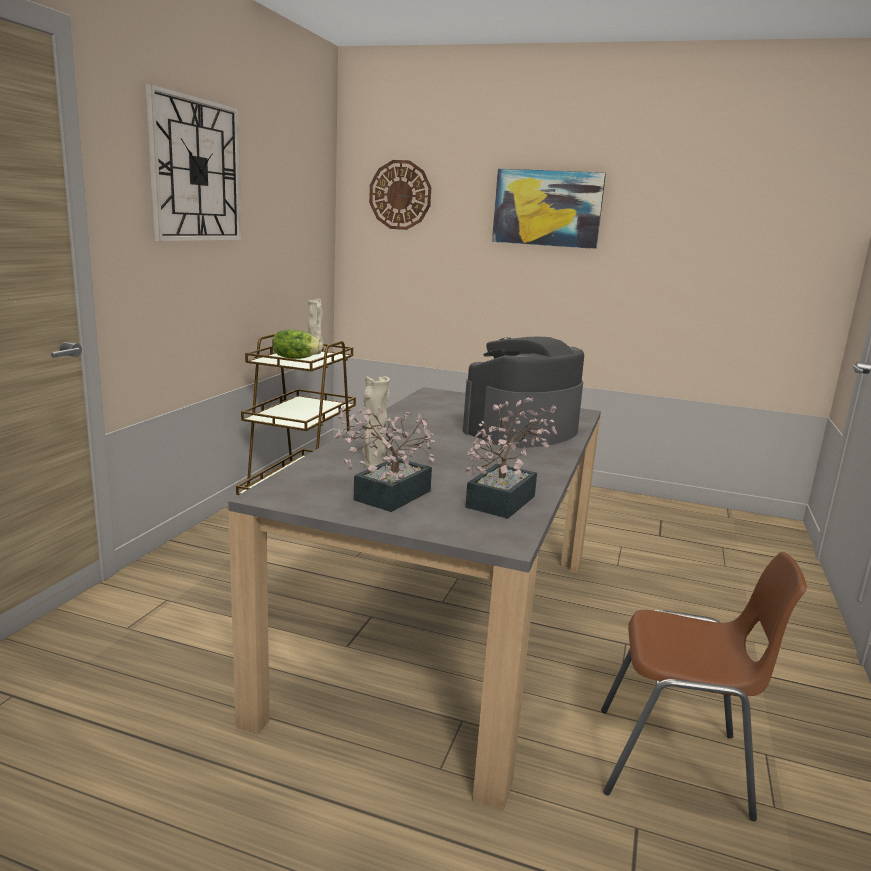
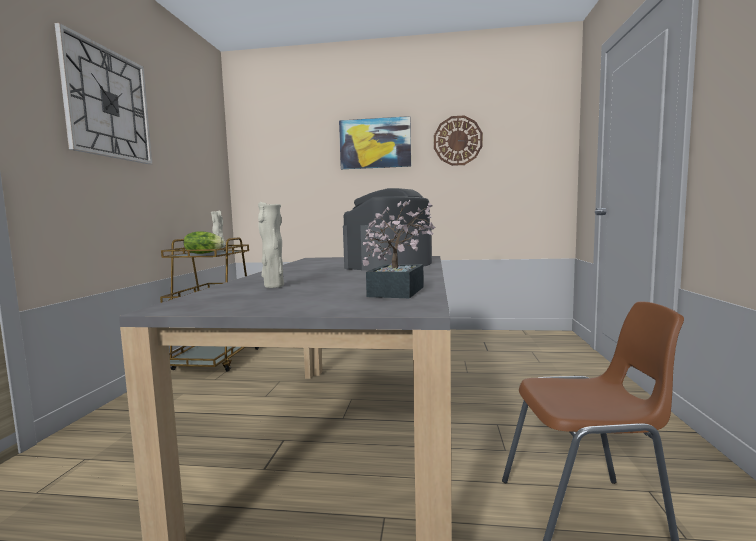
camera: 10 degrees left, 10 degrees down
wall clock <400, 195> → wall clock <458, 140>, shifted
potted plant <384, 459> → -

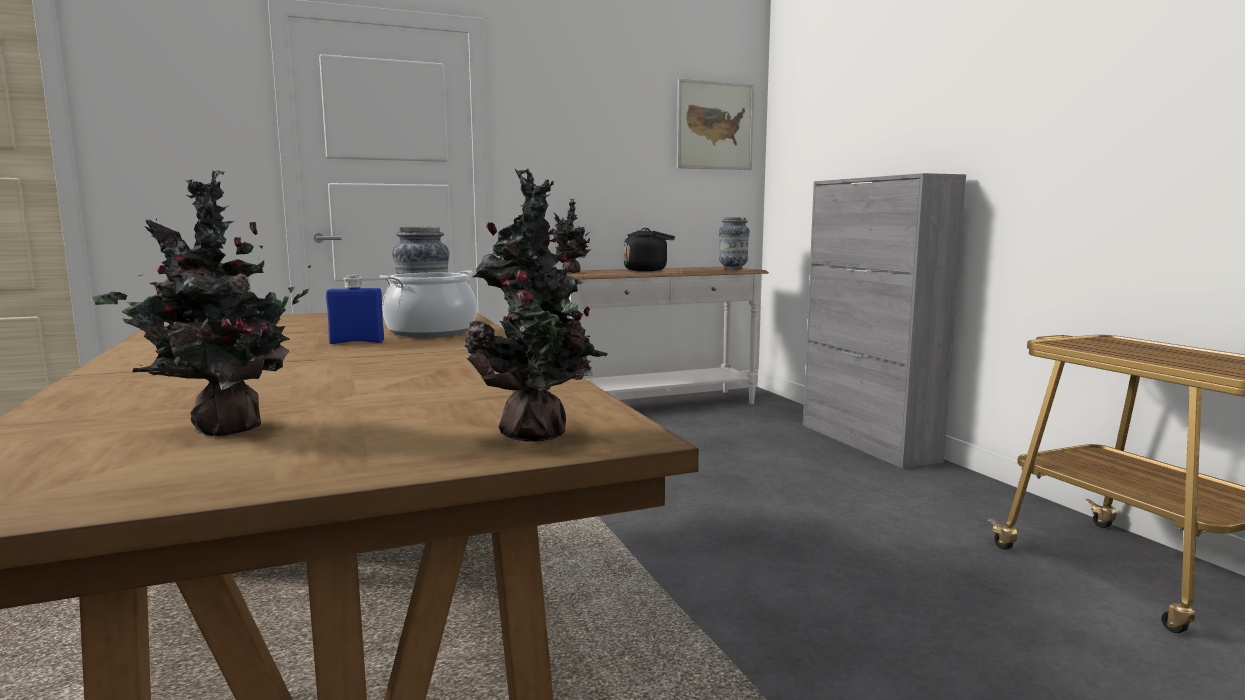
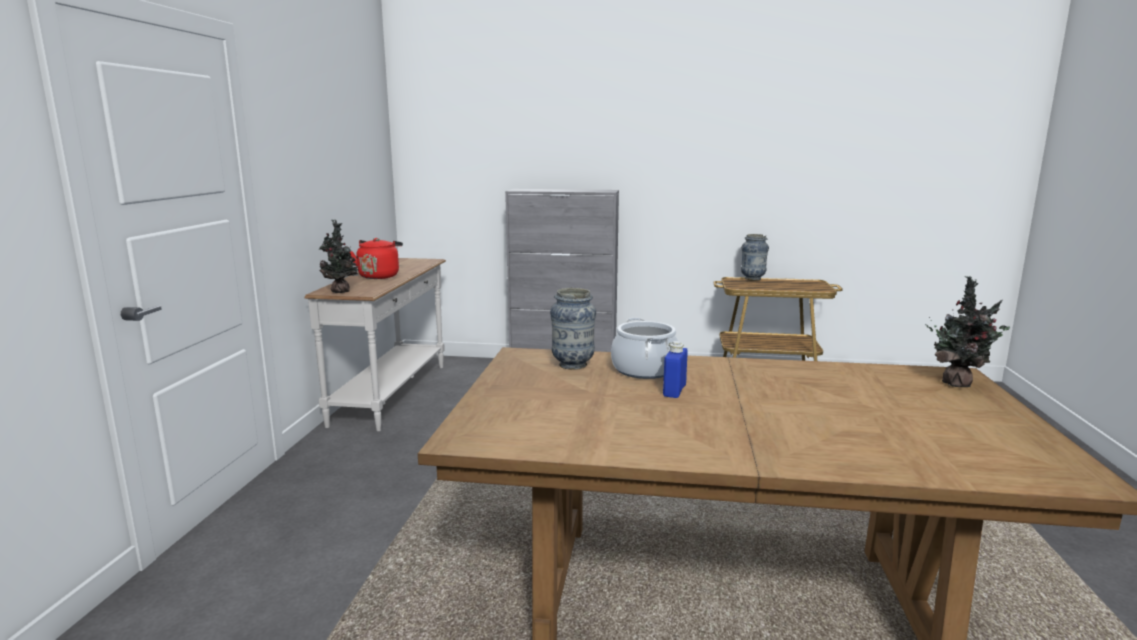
camera: 60 degrees left, 5 degrees up
picture <715, 124> → -
potted plant <201, 303> → -
vase <734, 243> → vase <755, 257>, shifted
black kettle <649, 250> → red kettle <376, 258>

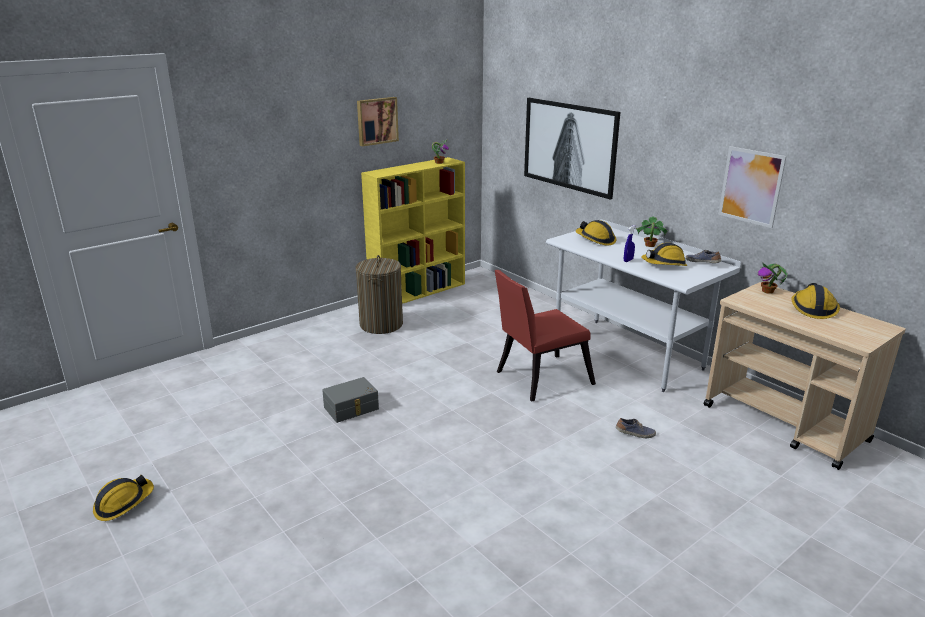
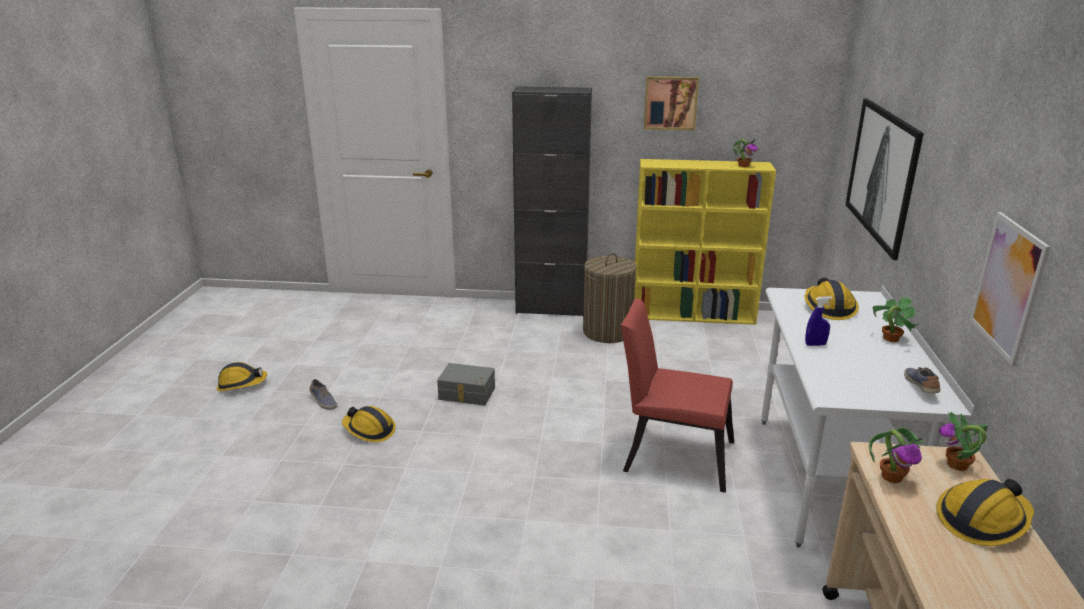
camera: 45 degrees right, 0 degrees up
hard hat <664, 254> → hard hat <369, 424>, shifted
shoe <636, 428> → shoe <323, 394>, shifted
- → black cabinet <552, 201>
- → potted plant <897, 455>

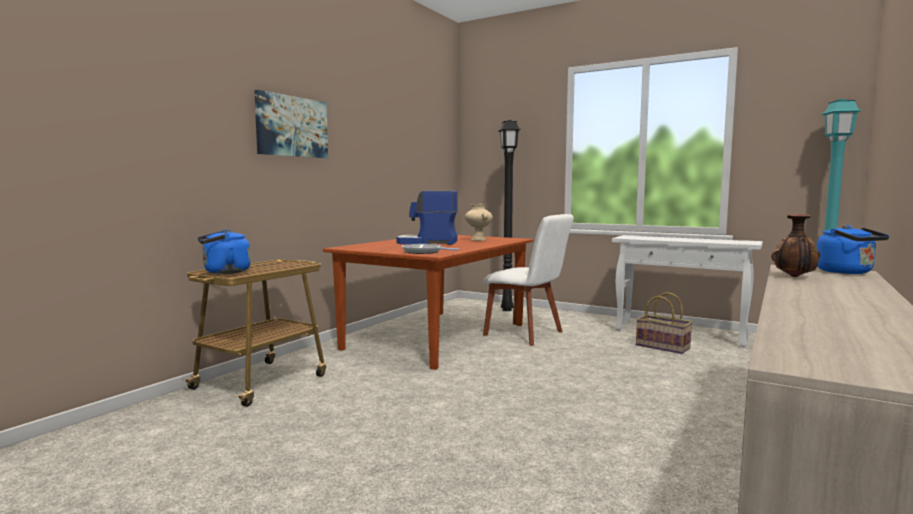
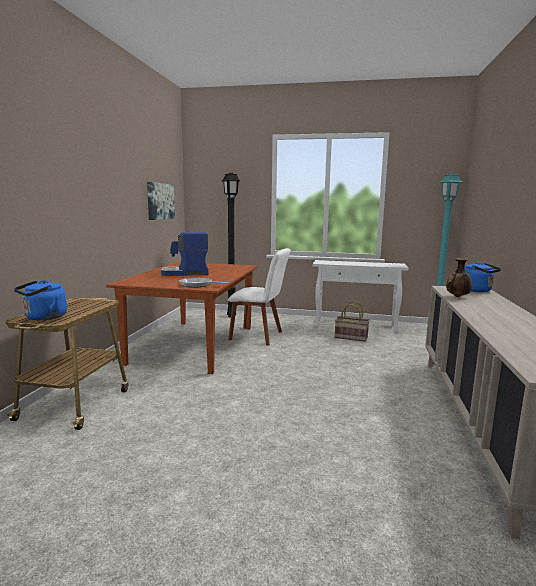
camera: 20 degrees left, 5 degrees up
picture <291, 124> → picture <161, 201>, shifted
beige vase <479, 222> → -

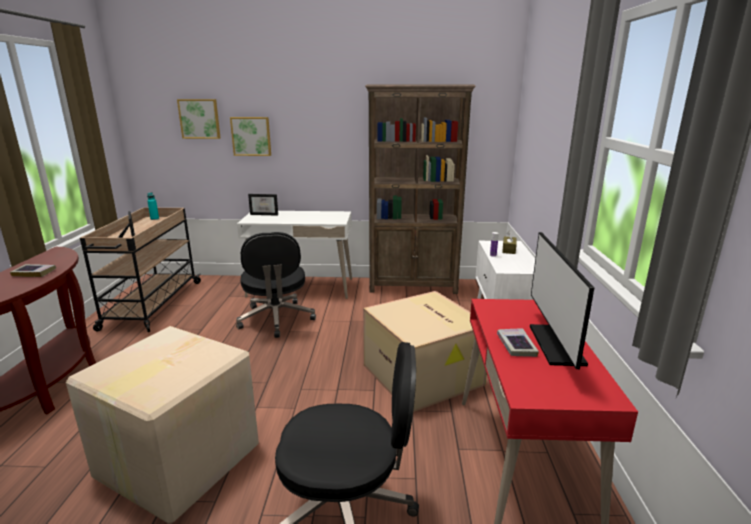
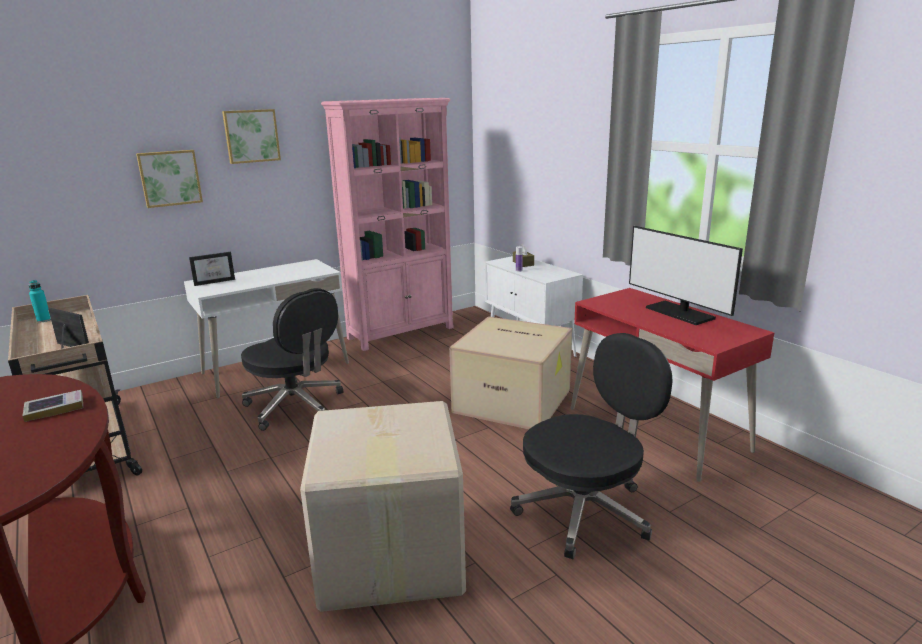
camera: 35 degrees left, 0 degrees up
brown bookcase <420, 189> → pink bookcase <387, 224>
picture <198, 119> → picture <251, 136>, shifted
book <518, 342> → -

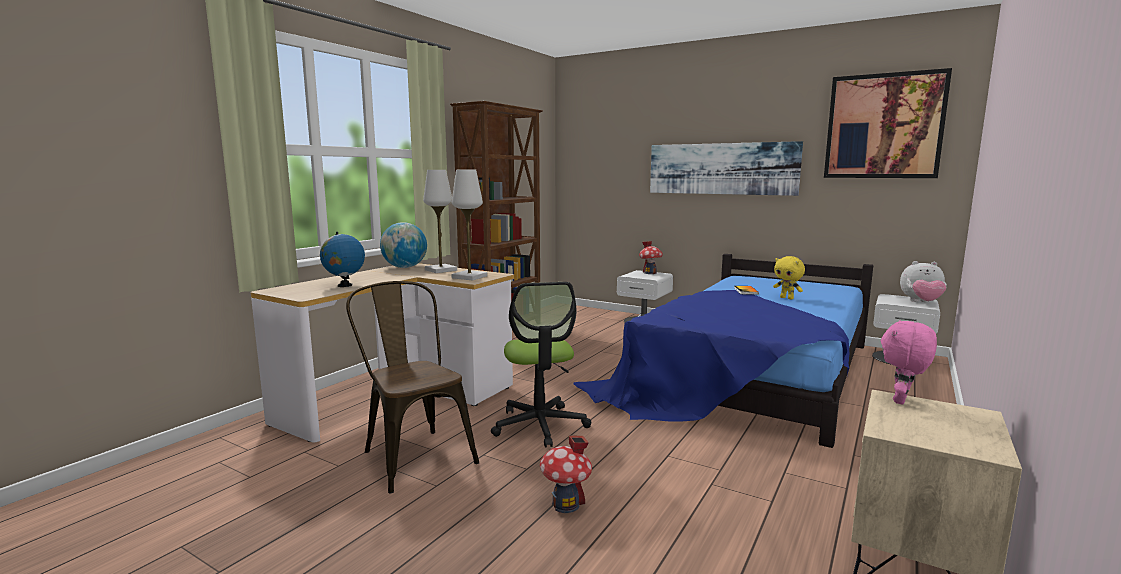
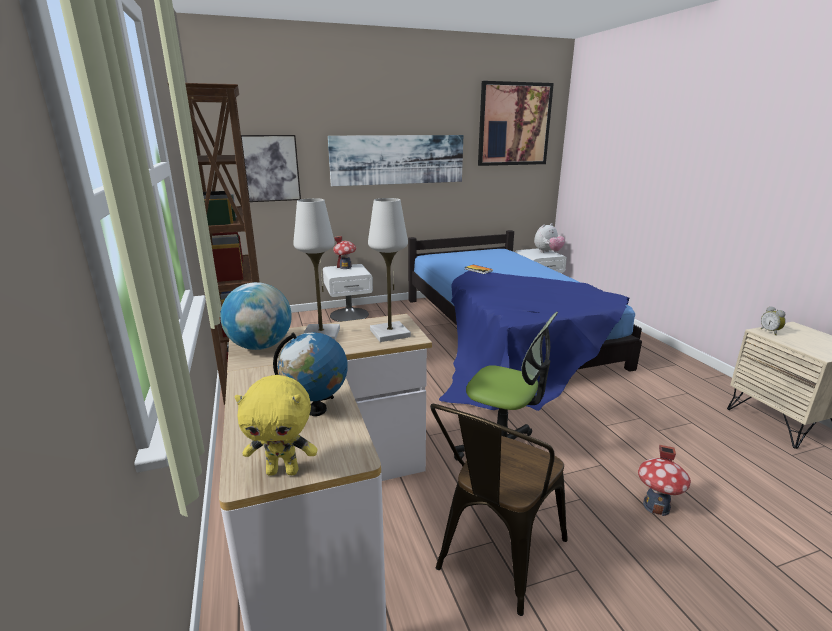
camera: 50 degrees left, 10 degrees up
yellow plush toy <789, 278> → yellow plush toy <276, 425>, shifted
brown chair <412, 387> → brown chair <499, 510>, 60 degrees counterclockwise
pink plush toy <909, 362> → alarm clock <773, 320>
- → picture <271, 168>

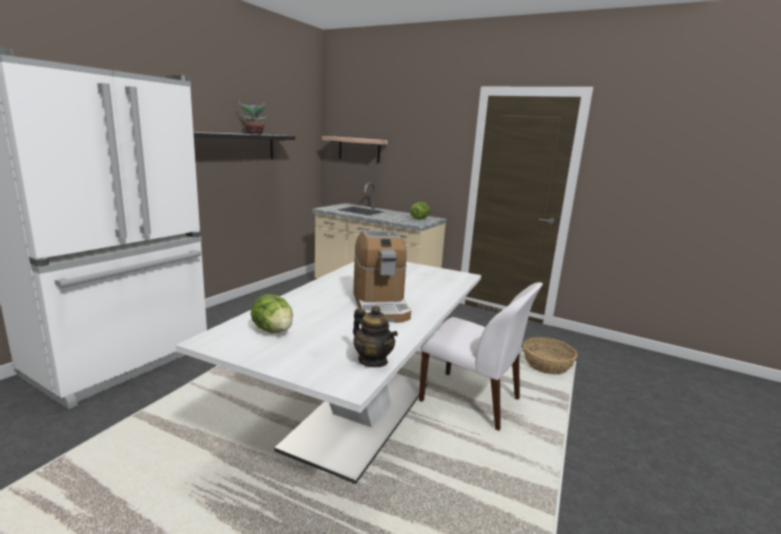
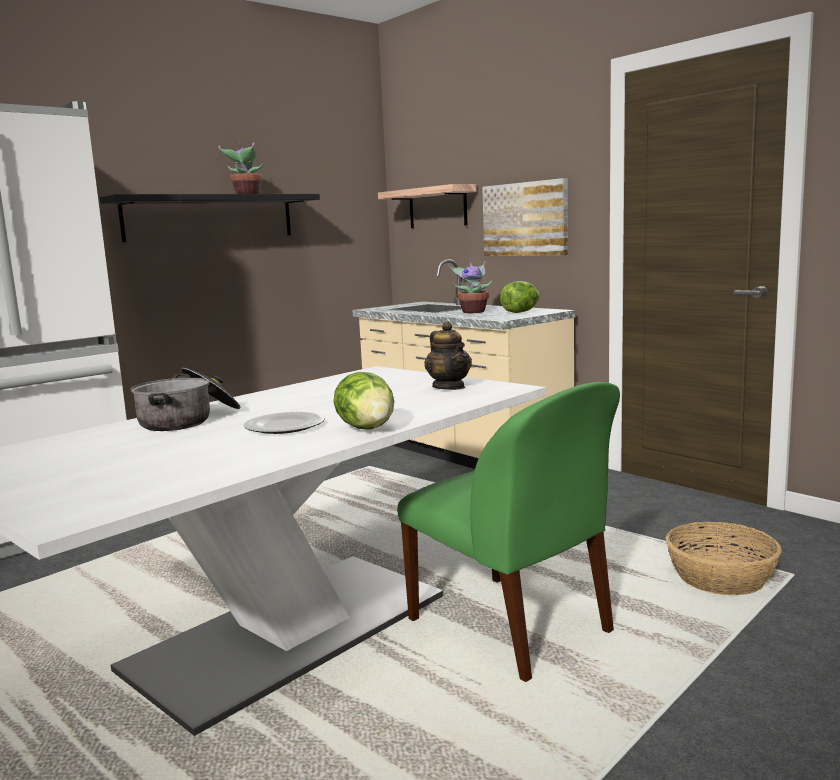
camera: 20 degrees right, 5 degrees down
coffee machine <382, 276> → plate <284, 423>
white chair <481, 356> → green chair <508, 532>
lettuce <272, 313> → lettuce <363, 401>, shifted
teapot <375, 336> → teapot <448, 355>, shifted
- → picture <525, 217>
- → potted plant <470, 285>
- → cooking pot <185, 399>

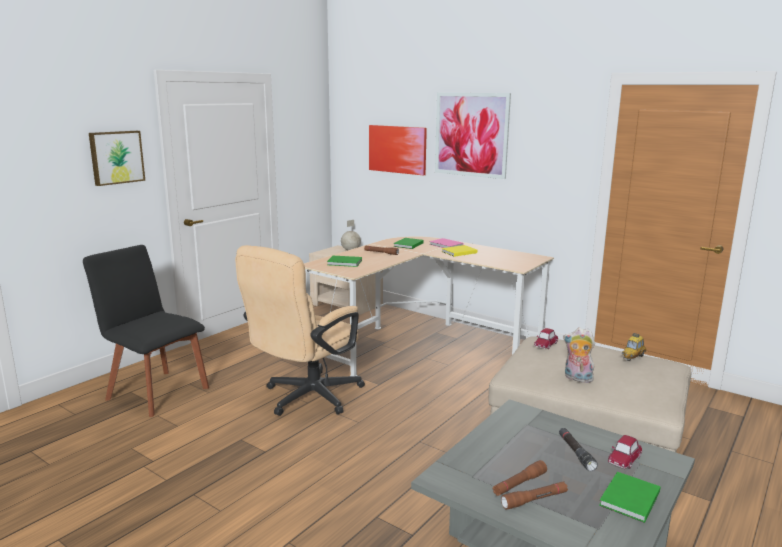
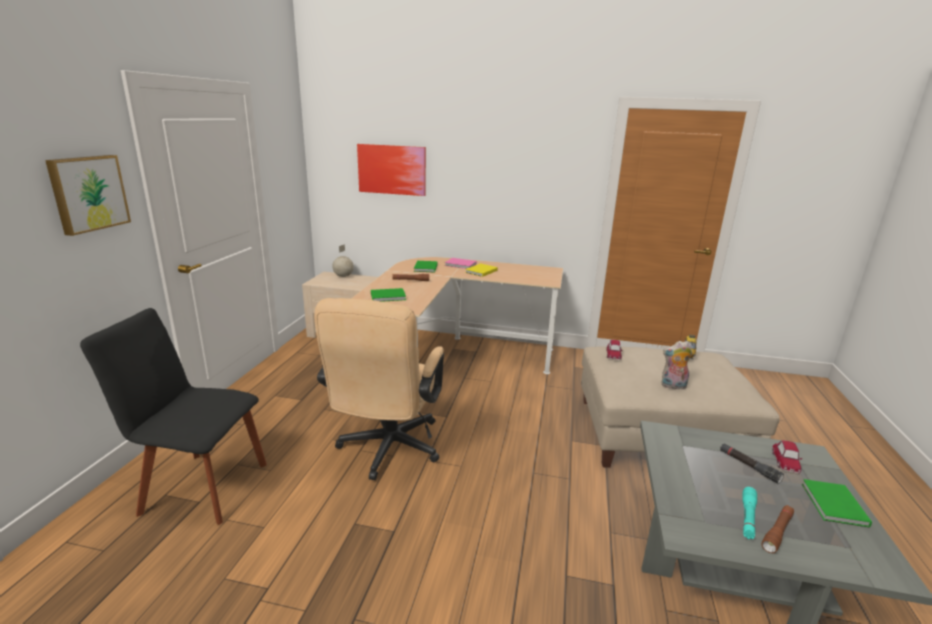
camera: 25 degrees left, 5 degrees up
picture <473, 136> → -
brown flashlight <520, 478> → turquoise flashlight <749, 513>

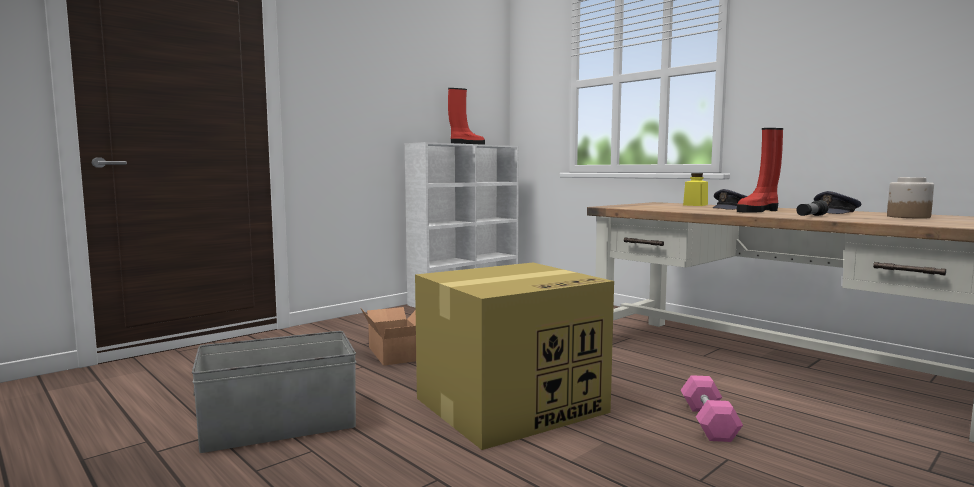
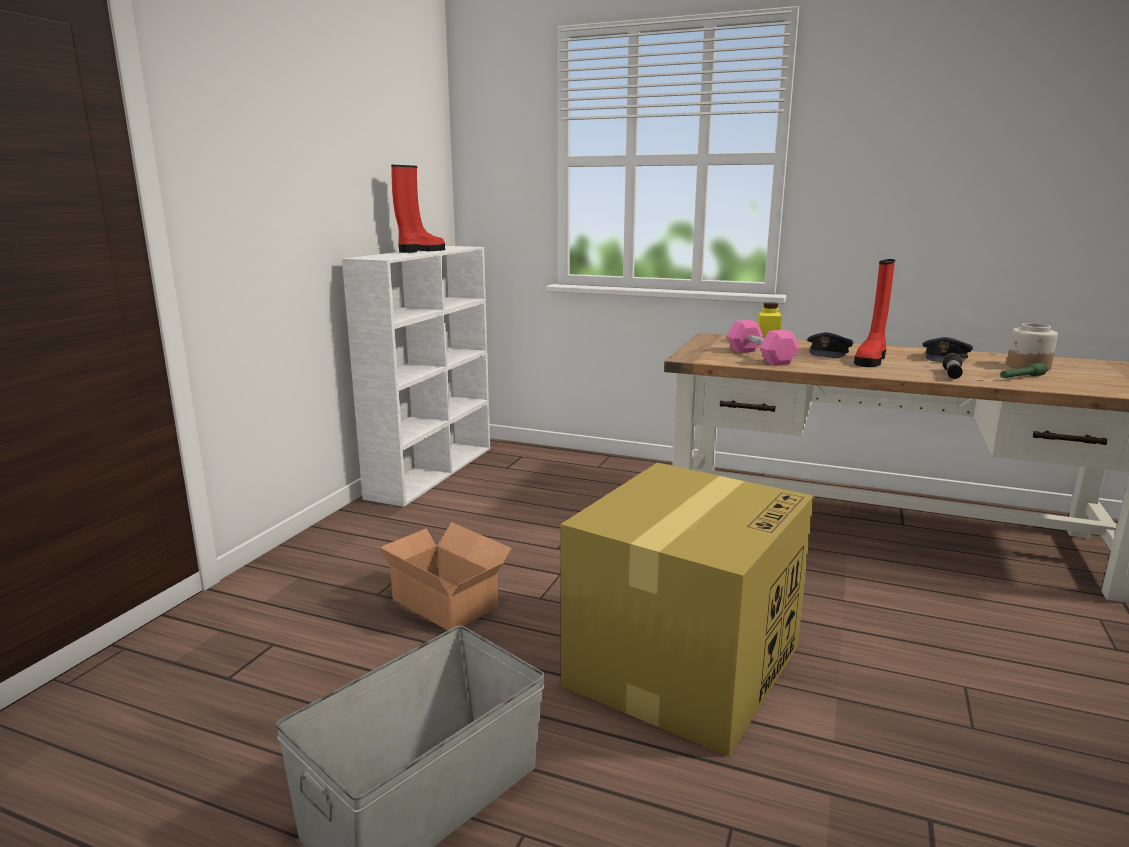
camera: 25 degrees left, 10 degrees up
pink dumbbell <712, 408> → pink dumbbell <763, 342>, shifted
- → green flashlight <1023, 370>

